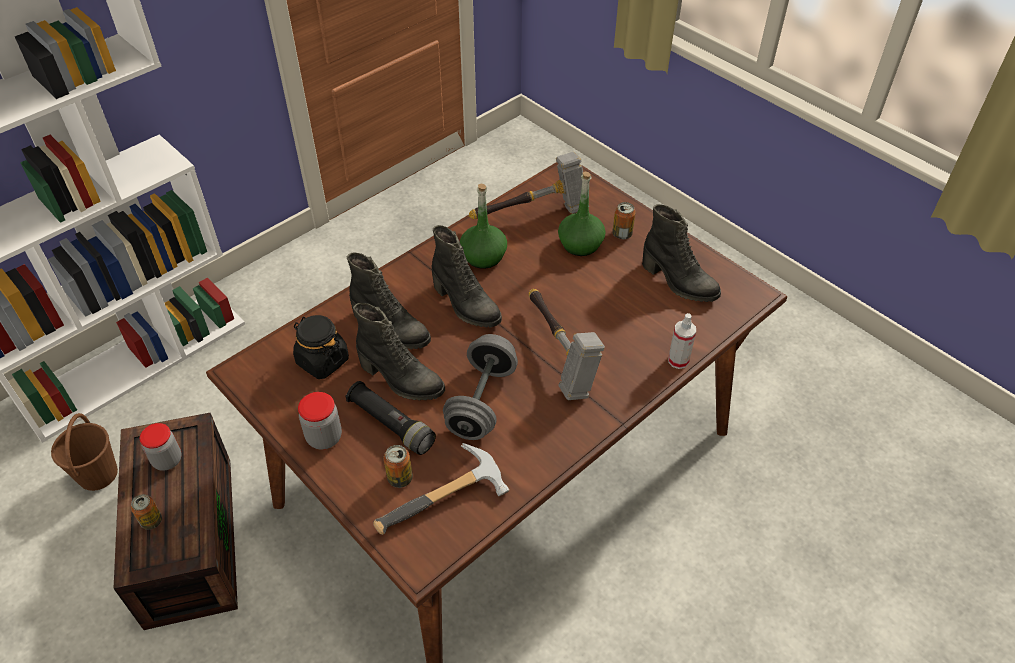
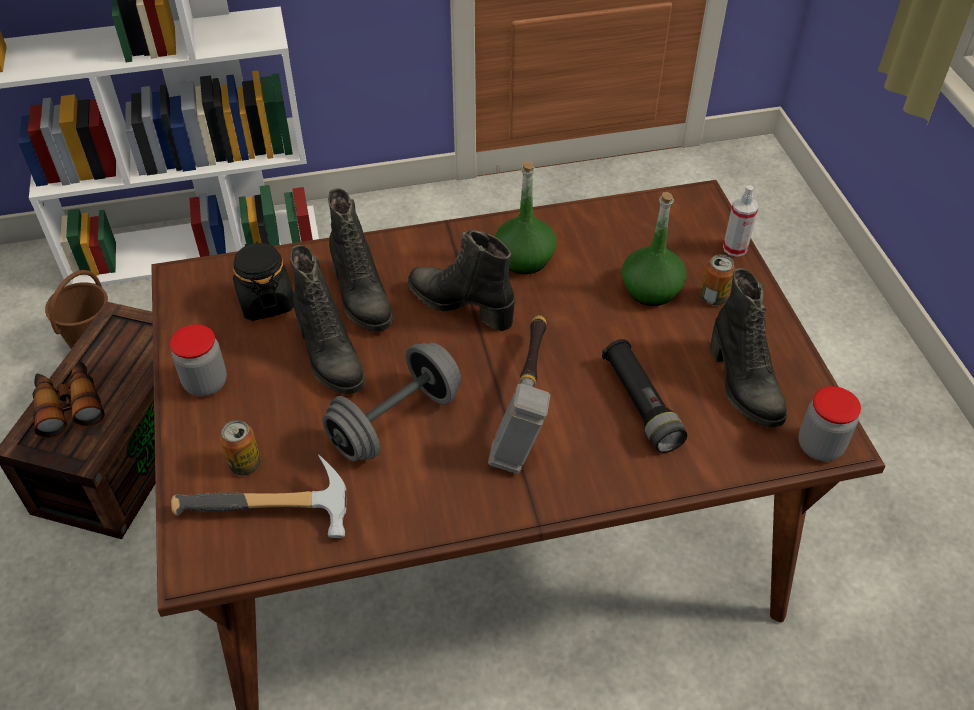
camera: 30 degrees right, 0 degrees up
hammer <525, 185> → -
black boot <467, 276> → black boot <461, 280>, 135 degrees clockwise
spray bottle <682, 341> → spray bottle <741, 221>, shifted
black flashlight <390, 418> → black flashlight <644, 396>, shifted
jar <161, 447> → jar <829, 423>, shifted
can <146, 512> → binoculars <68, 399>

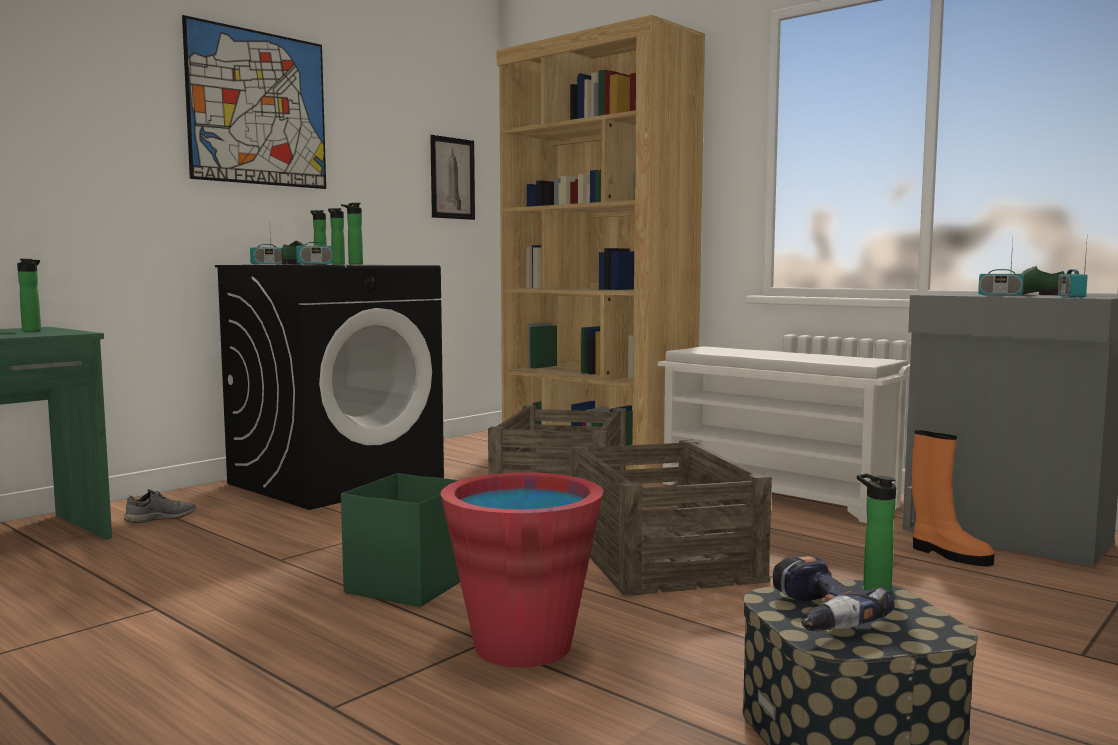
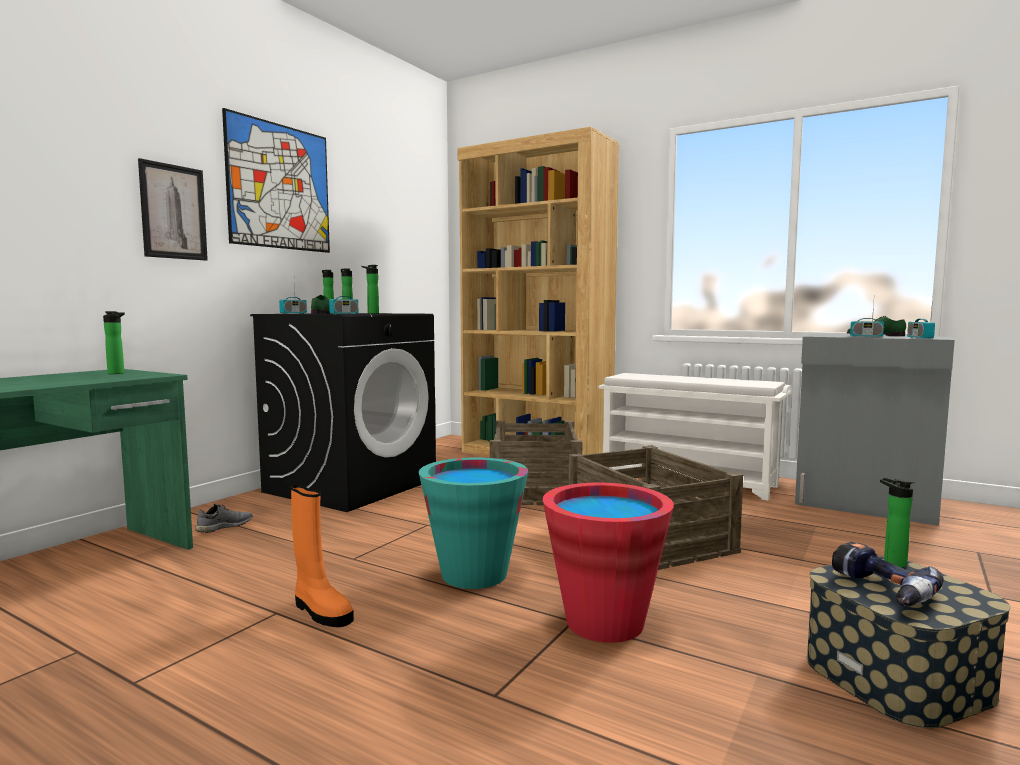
camera: 10 degrees left, 0 degrees up
picture <452, 177> → picture <173, 209>, shifted
orange boot <953, 498> → orange boot <322, 556>, shifted
green storage box <400, 540> → turquoise bucket <473, 523>

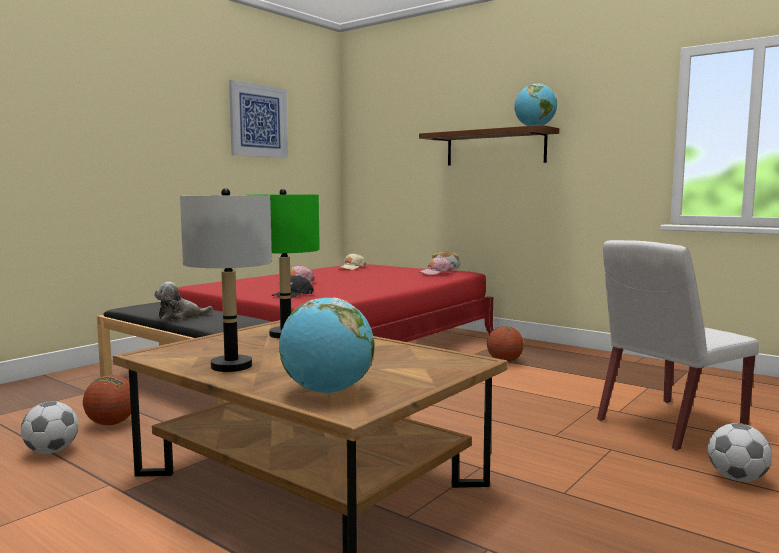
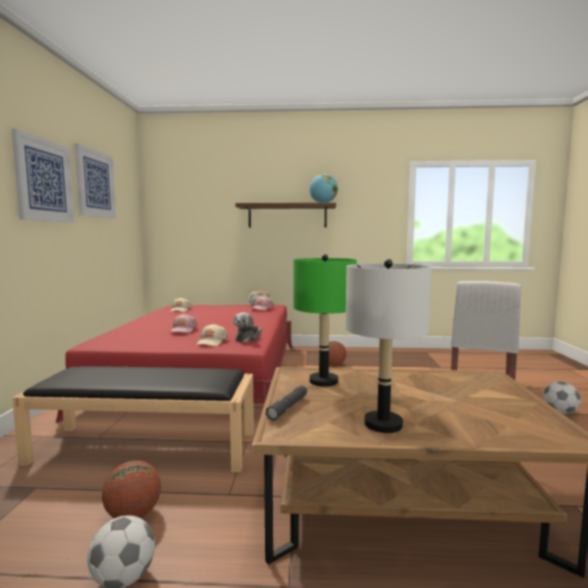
camera: 35 degrees left, 0 degrees up
black cap <293, 286> → beige cap <212, 335>
plush toy <183, 301> → plush toy <247, 327>, shifted
globe <327, 345> → -
- → picture <42, 176>
- → grey flashlight <286, 403>

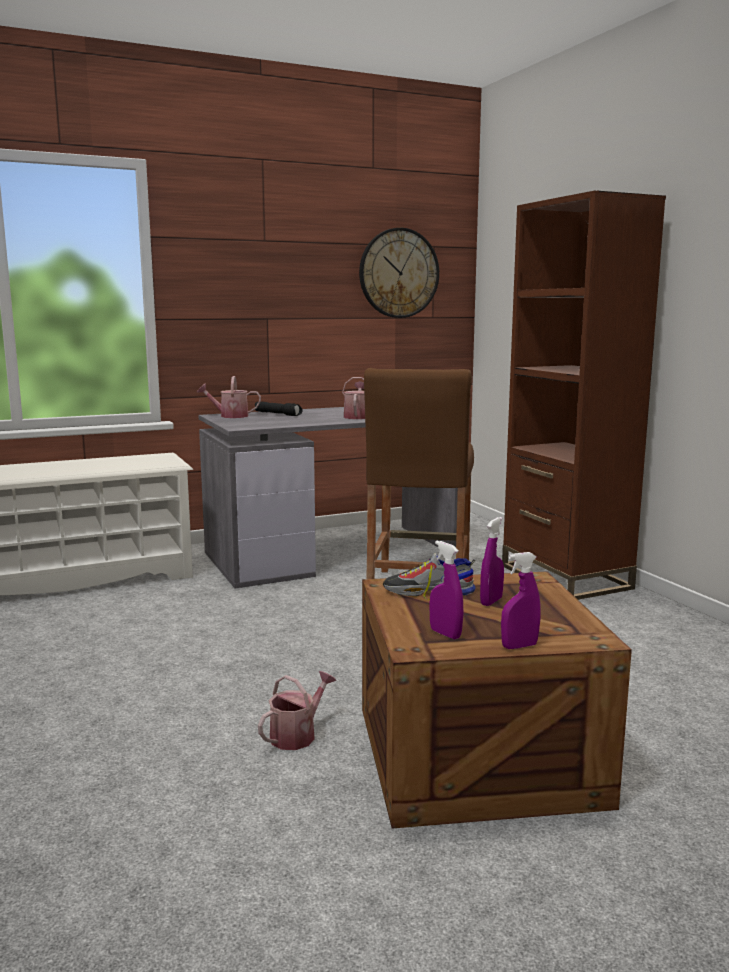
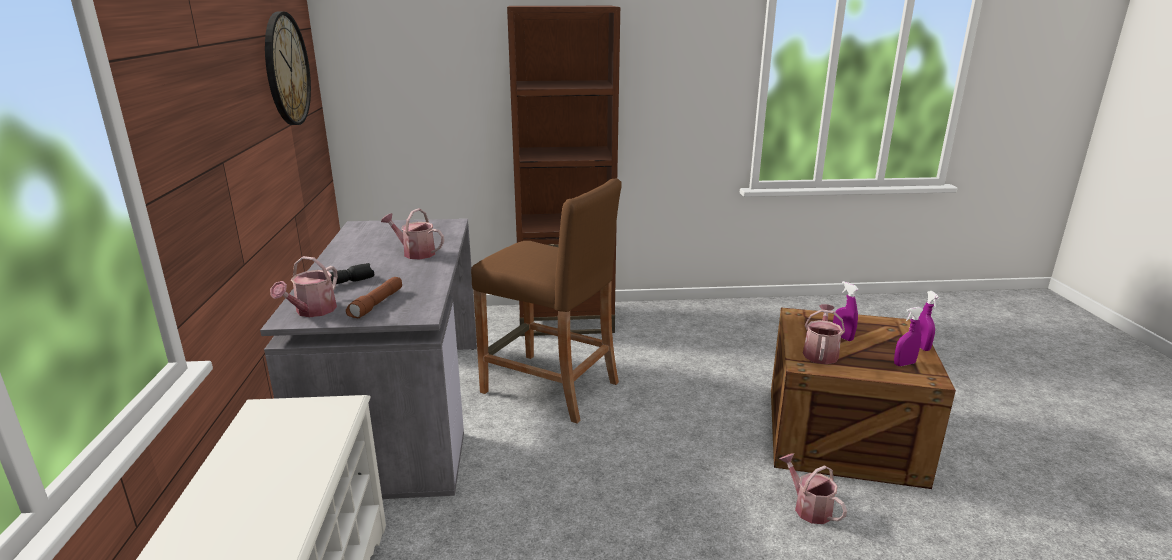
camera: 70 degrees left, 10 degrees up
shoe <429, 576> → watering can <824, 334>
- → brown flashlight <374, 297>

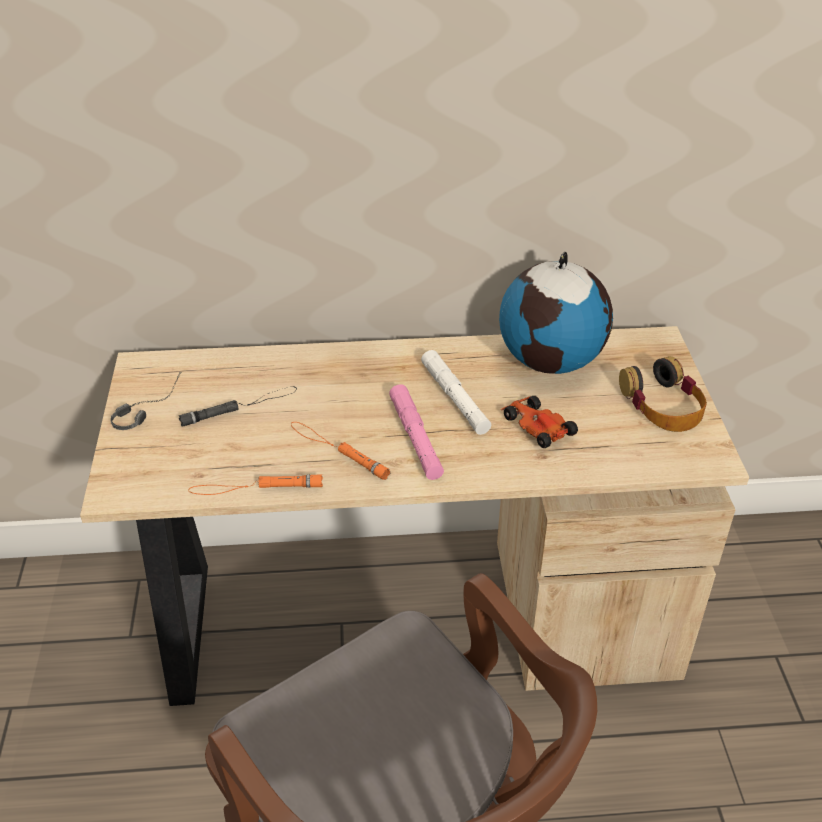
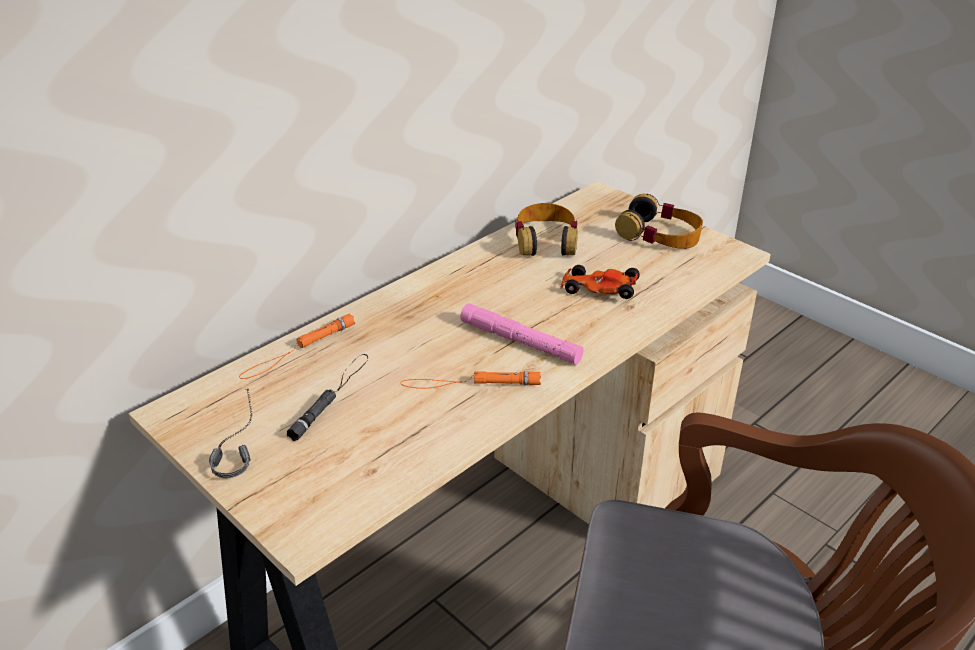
camera: 40 degrees left, 5 degrees down
globe <556, 313> → headphones <546, 229>
white flashlight <456, 392> → -
orange flashlight <255, 484> → orange flashlight <297, 346>, shifted

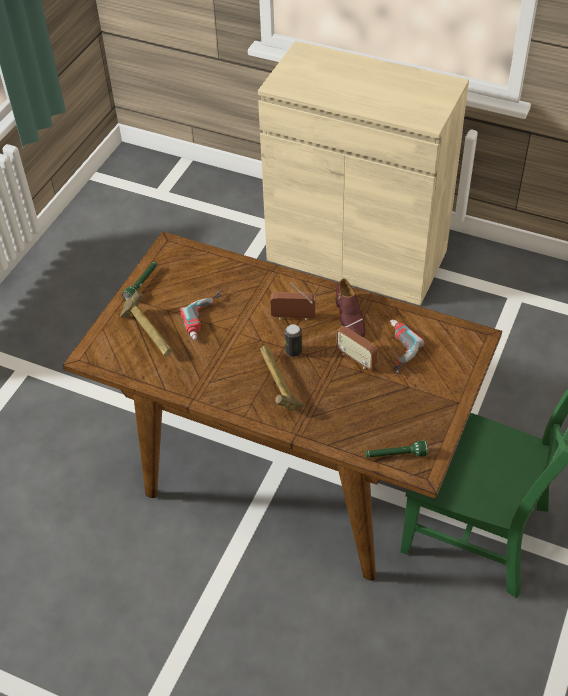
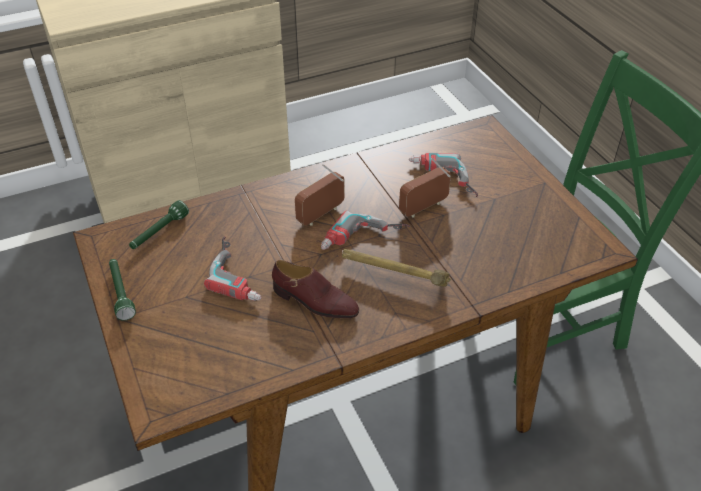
camera: 50 degrees left, 5 degrees down
brown shoe <350, 308> → brown shoe <315, 289>, shifted
hammer <145, 323> → -
radio <357, 344> → radio <425, 188>, 150 degrees clockwise
can <293, 340> → power drill <365, 230>
green flashlight <396, 449> → green flashlight <159, 224>, shifted

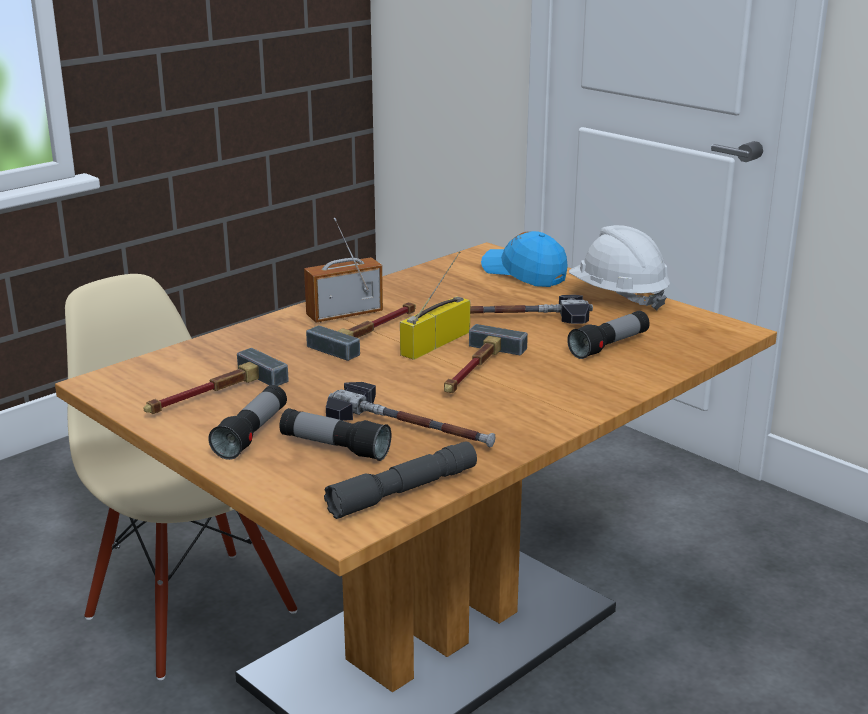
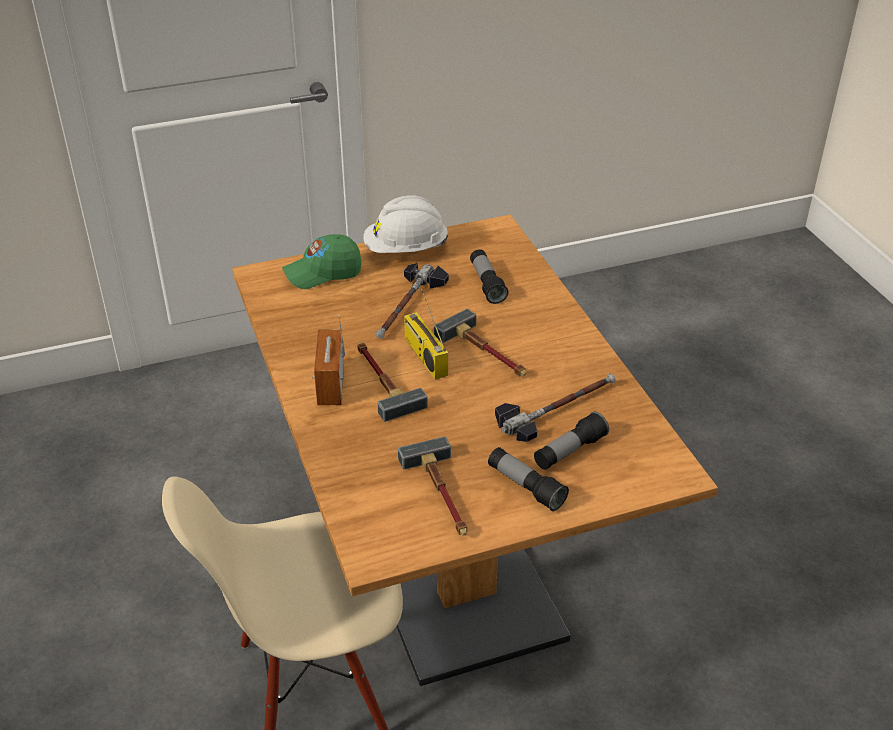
camera: 65 degrees left, 15 degrees up
blue cap <524, 259> → green cap <321, 261>
grey flashlight <400, 480> → -

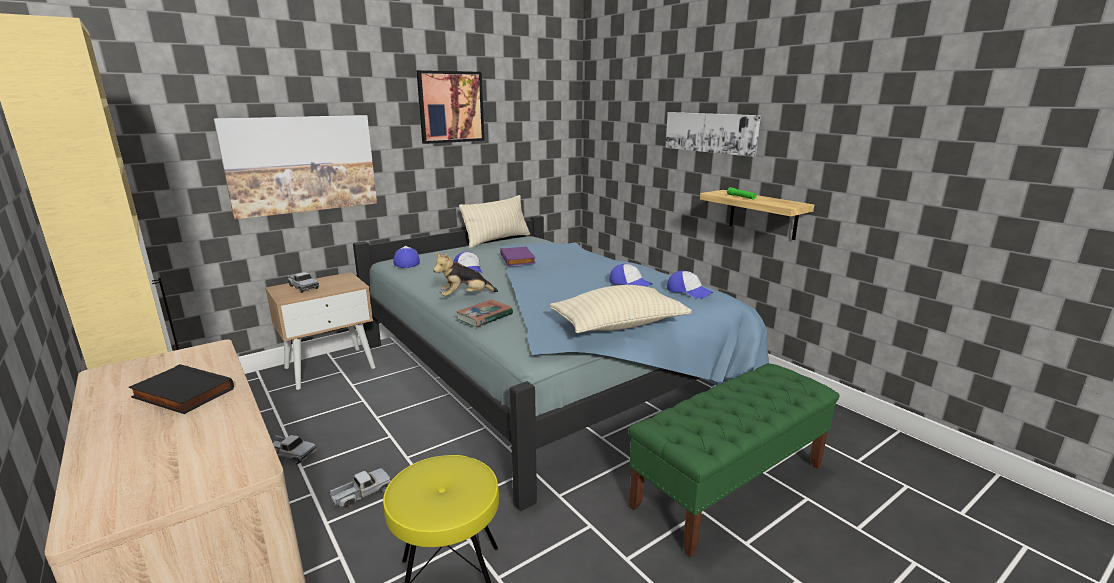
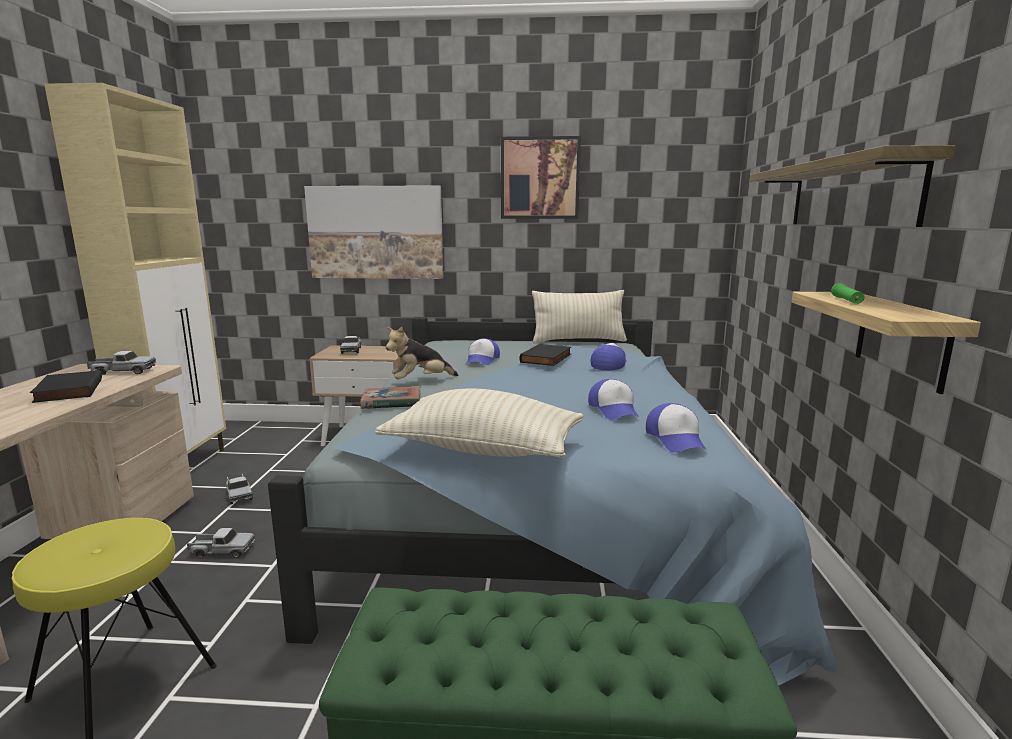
camera: 40 degrees right, 5 degrees down
picture <713, 134> → shelf <853, 186>
cap <406, 257> → cap <609, 357>, shifted
purple book <518, 256> → black book <545, 355>
plush toy <465, 274> → plush toy <422, 353>, 45 degrees counterclockwise
- → toy truck <121, 363>

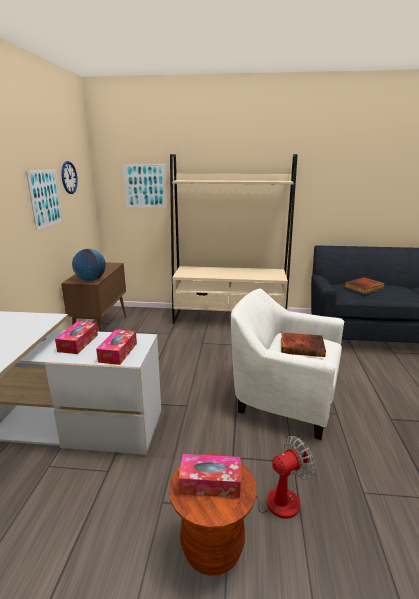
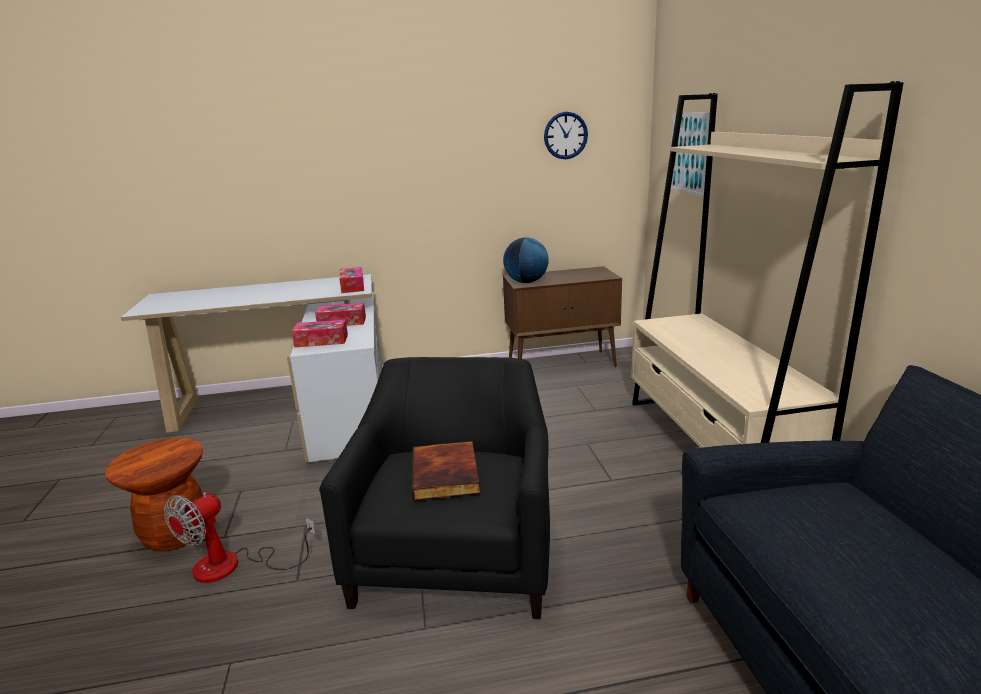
camera: 75 degrees right, 0 degrees up
picture <44, 199> → -
book <364, 285> → -
white armchair <287, 364> → black armchair <434, 488>
fan <262, 477> → fan <240, 537>, 75 degrees clockwise
tissue box <209, 476> → tissue box <351, 280>, shifted

